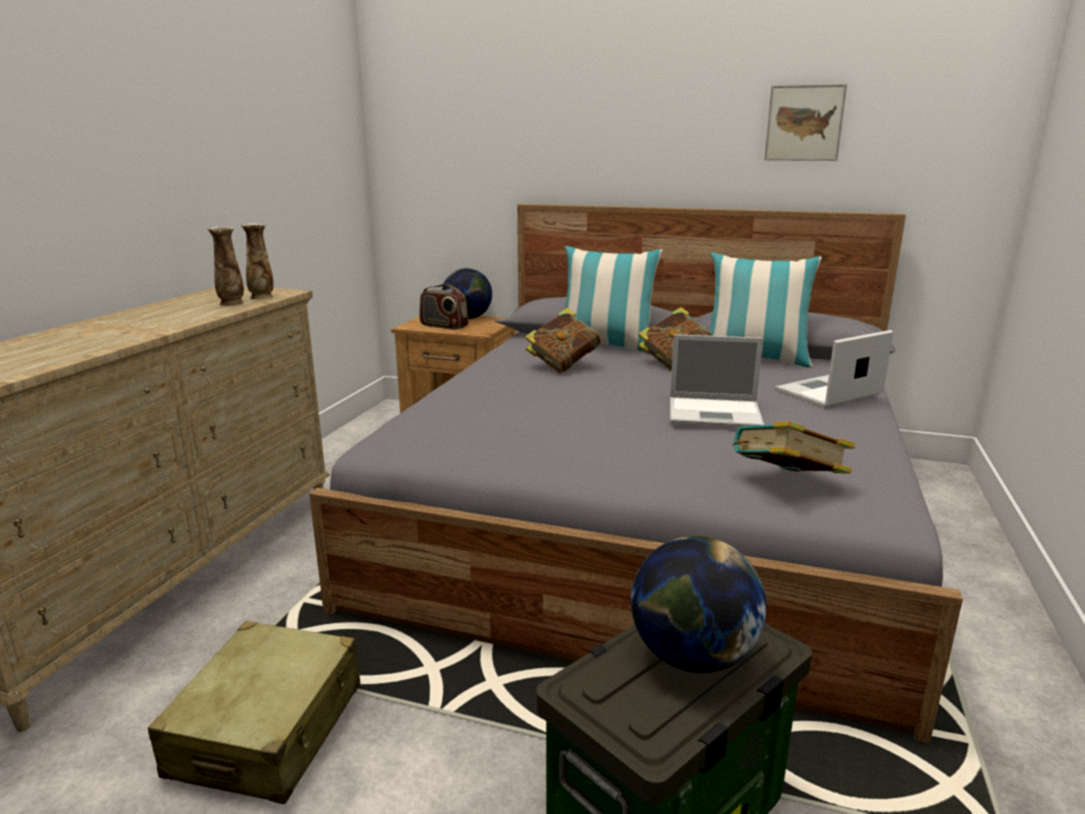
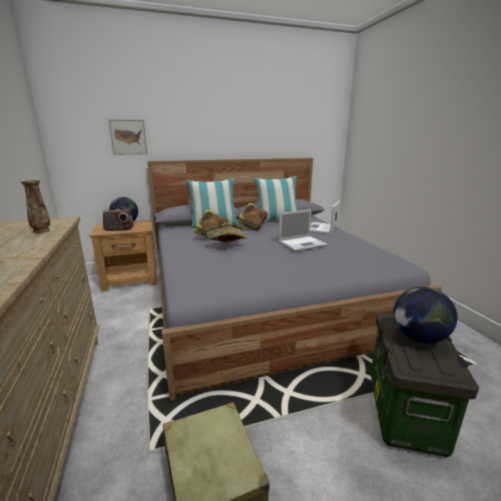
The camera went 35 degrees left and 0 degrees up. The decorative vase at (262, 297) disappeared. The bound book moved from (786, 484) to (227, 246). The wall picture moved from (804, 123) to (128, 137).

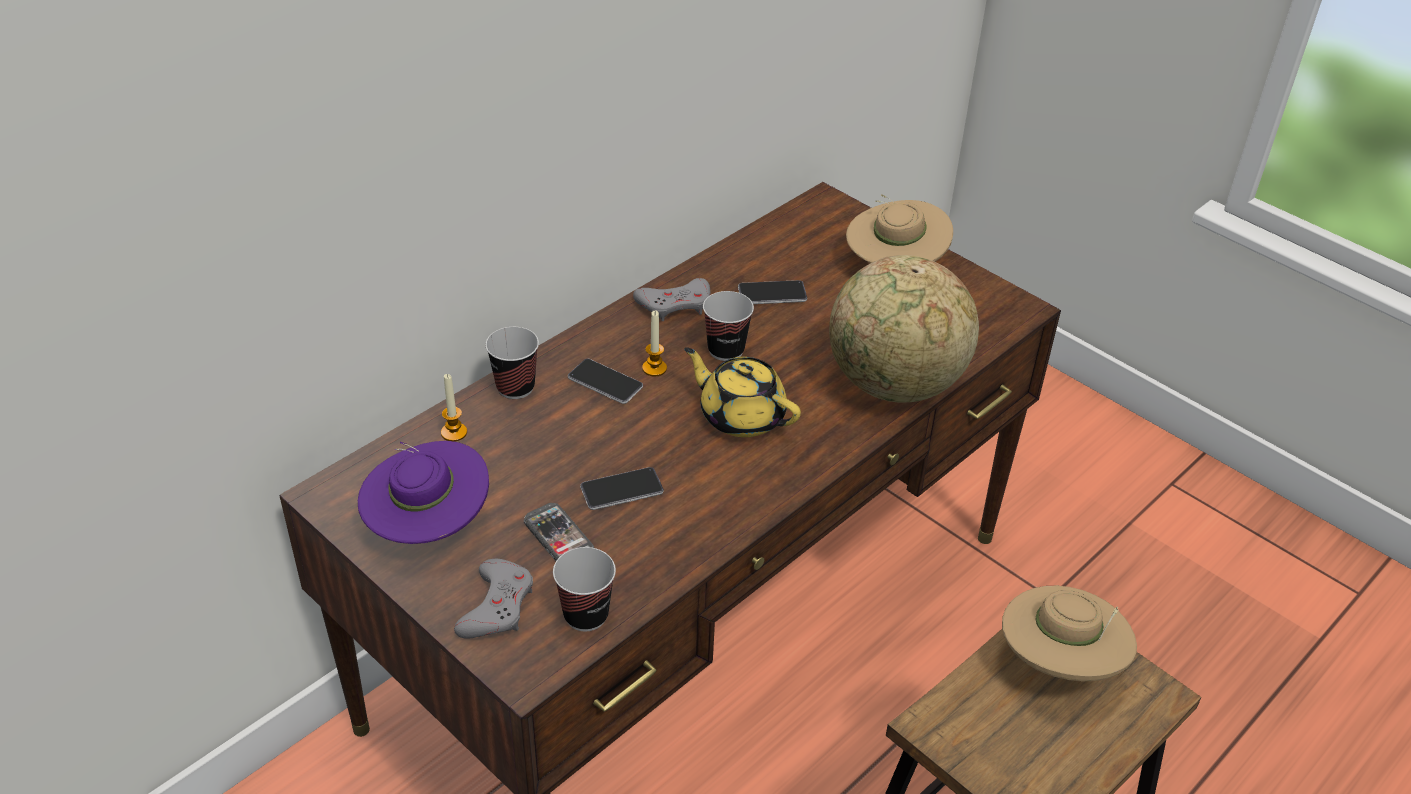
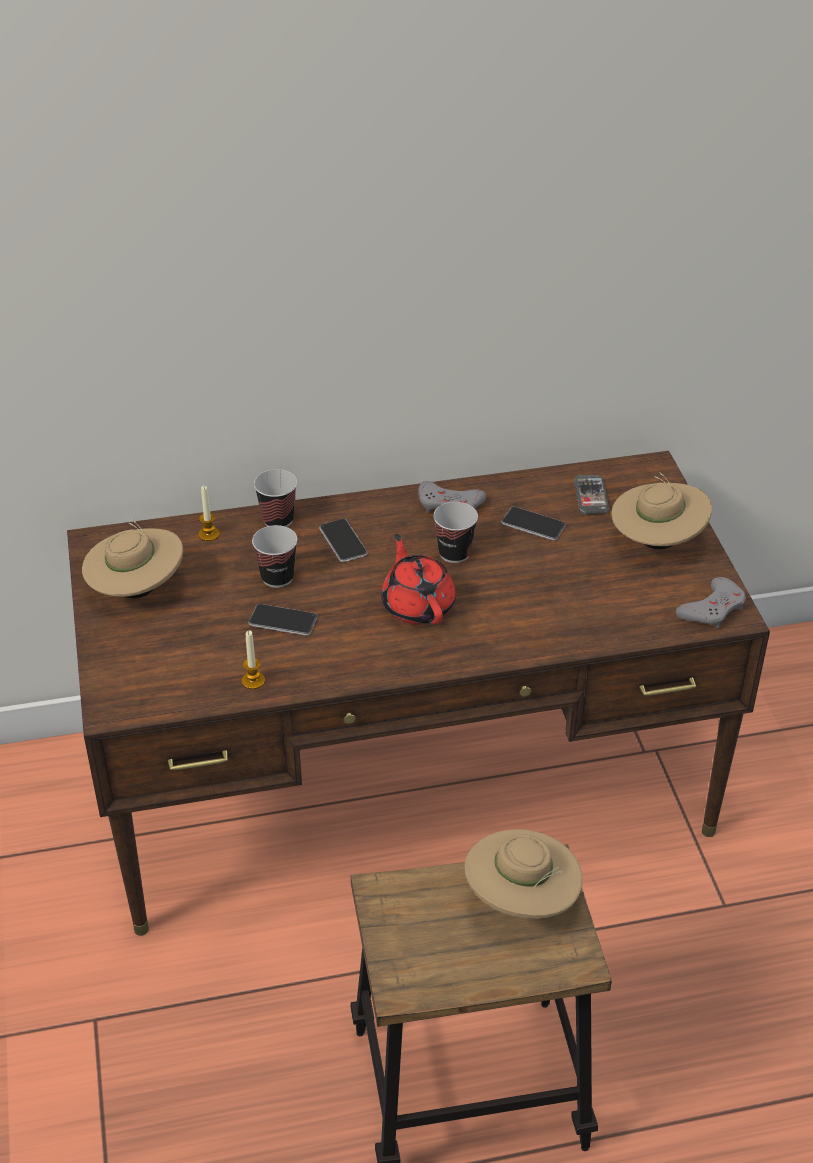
The camera went 35 degrees right and 0 degrees up. The hat (purplish) at (428, 526) became the hat (beige) at (137, 589). The gamepad (grey) moved from (497, 606) to (712, 609). The handset moved from (558, 536) to (591, 496). The small cup moved from (586, 615) to (277, 577). The candle moved from (654, 368) to (253, 681). The teapot (yellow) at (740, 415) became the teapot (red) at (418, 605). The world globe at (894, 385) disappeared.

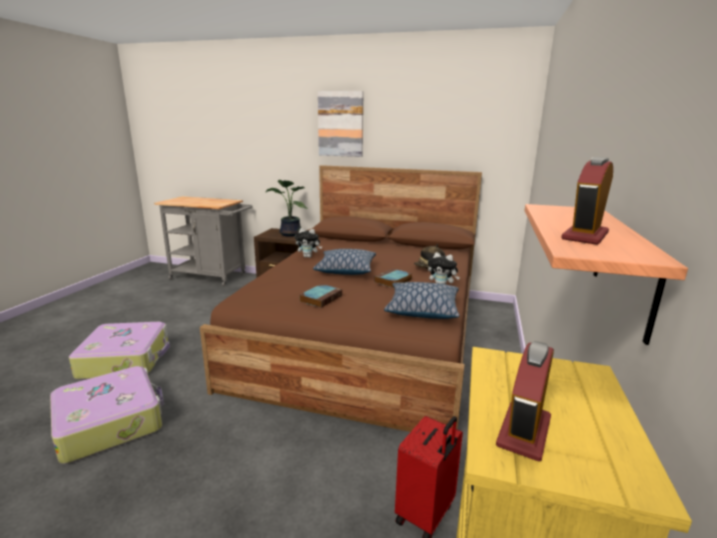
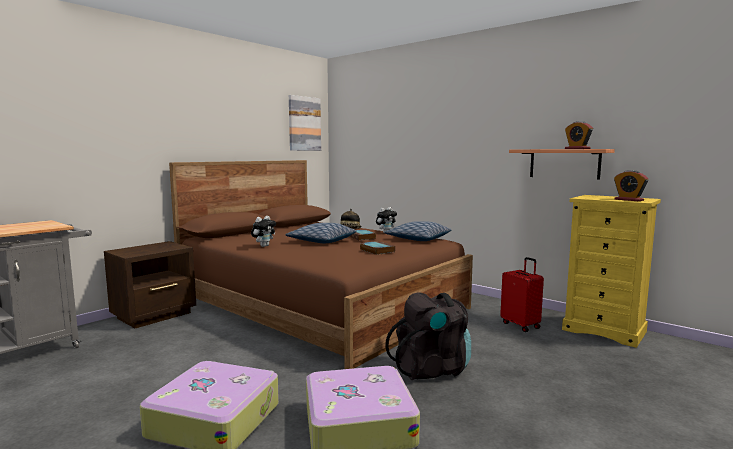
The camera went 65 degrees left and 10 degrees down. The houseplant at (289, 234) disappeared. The wall picture moved from (340, 124) to (304, 124). The rucksack (black-coloured) at (431, 368) appeared.

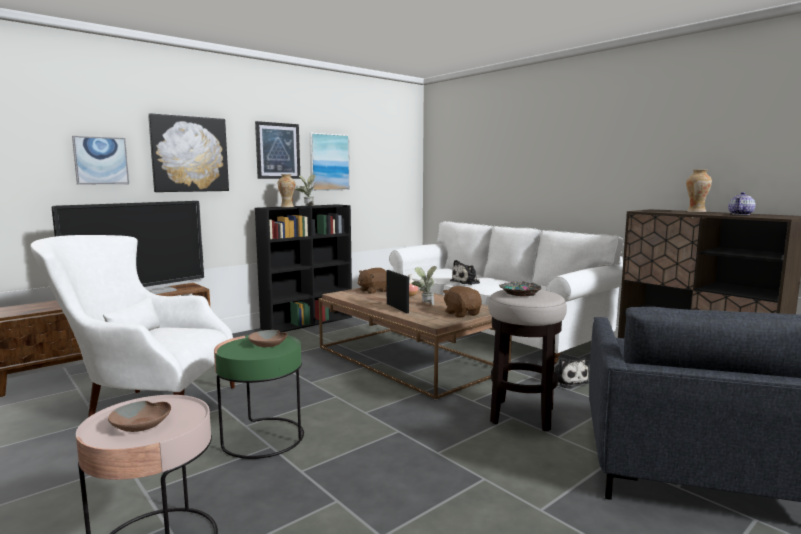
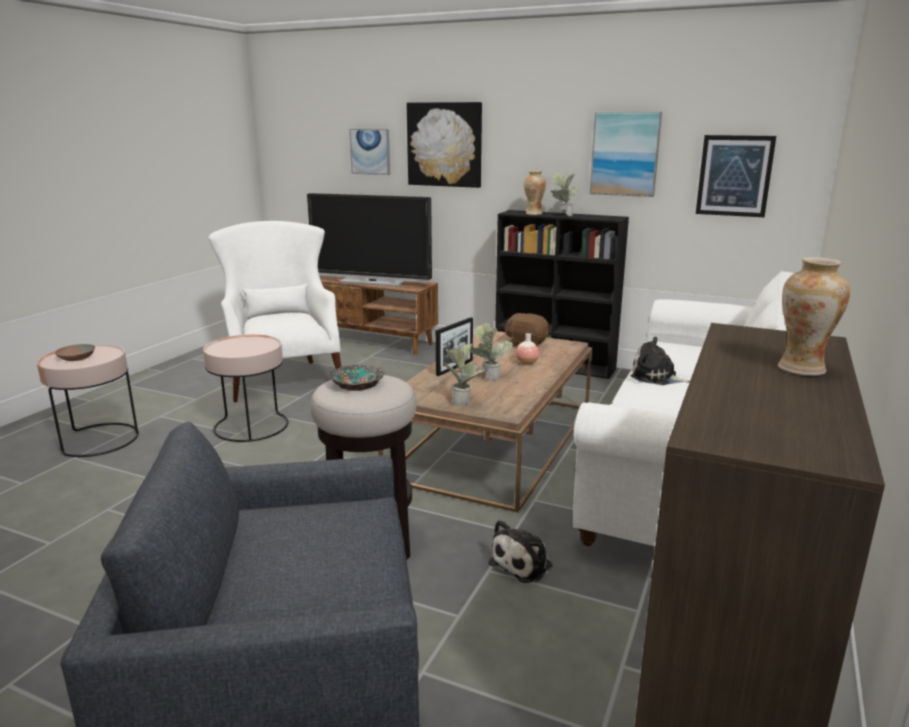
The camera went 65 degrees right and 10 degrees up. The side table (green) at (262, 438) became the side table (pink) at (251, 426). The serving bowl (brown) at (268, 344) disappeared. The wall picture moved from (277, 151) to (734, 176). The soft toy (brown) at (462, 314) was replaced by the houseplant at (463, 401). The teapot at (741, 214) disappeared.

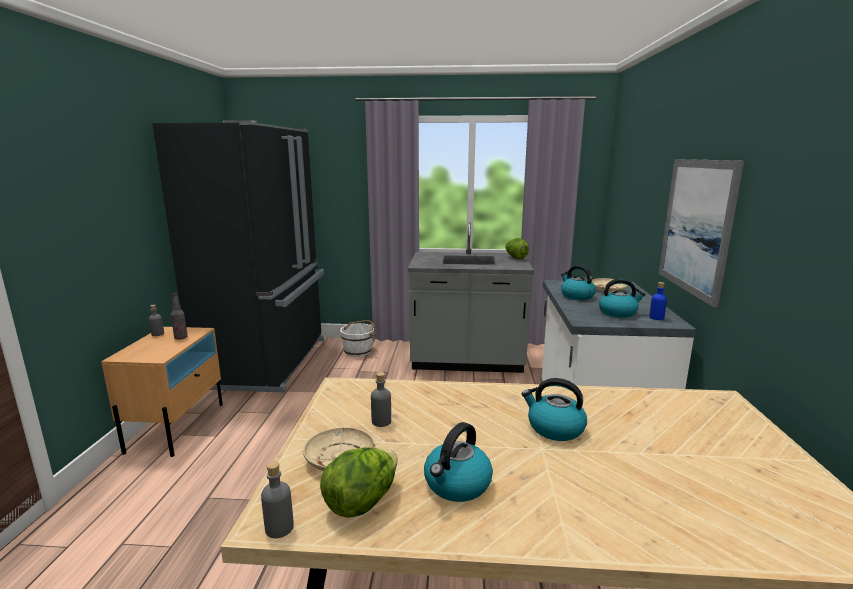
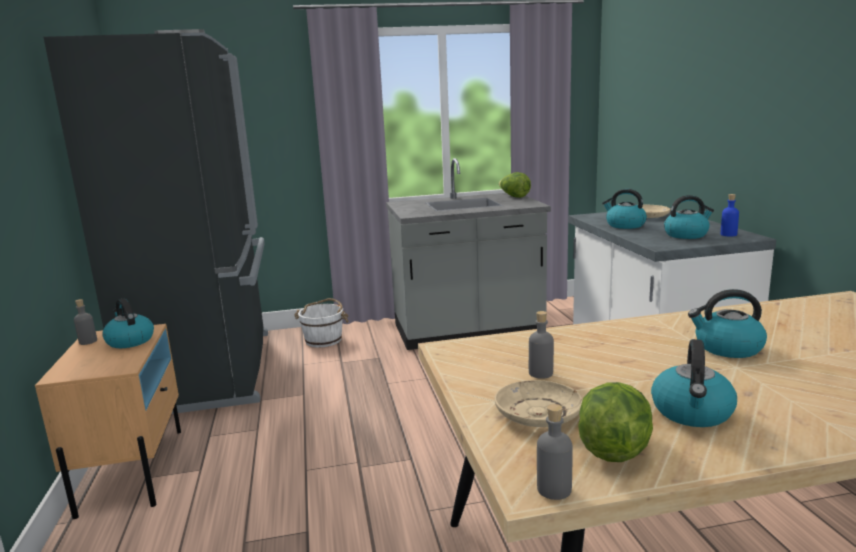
The camera went 15 degrees left and 0 degrees up. The beverage bottle at (181, 338) was replaced by the tea kettle at (129, 341). The wall picture at (696, 226) disappeared.

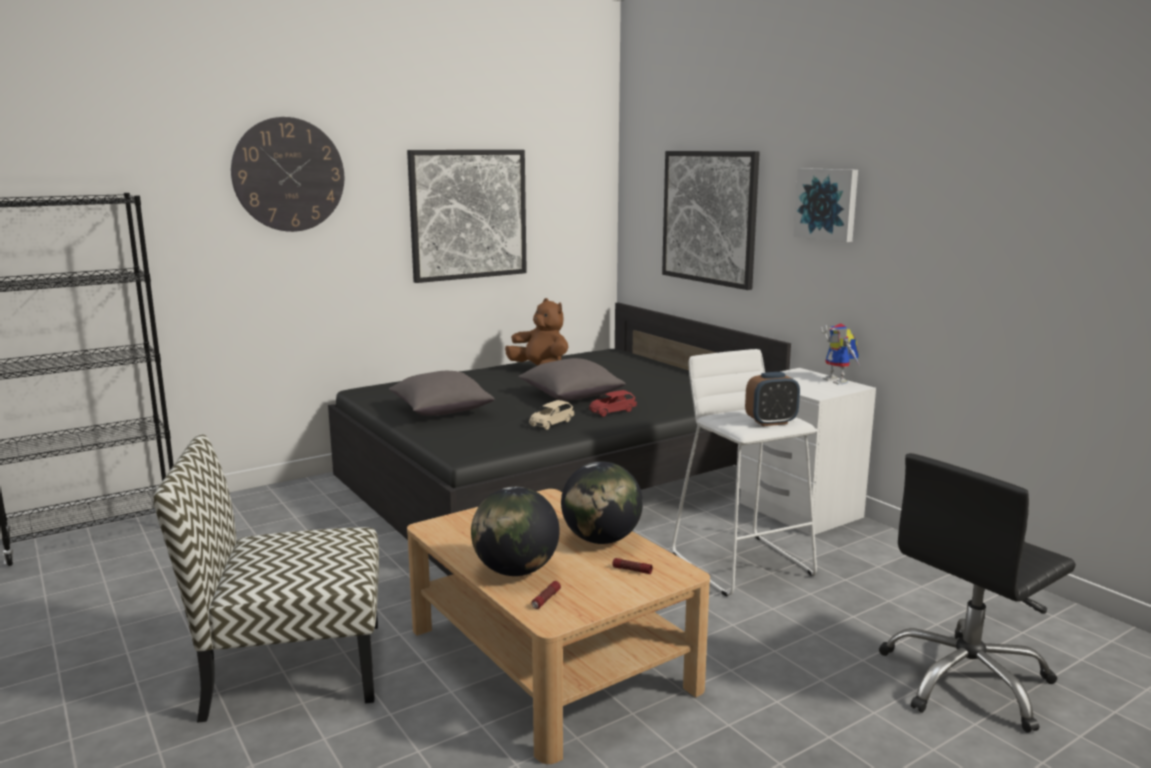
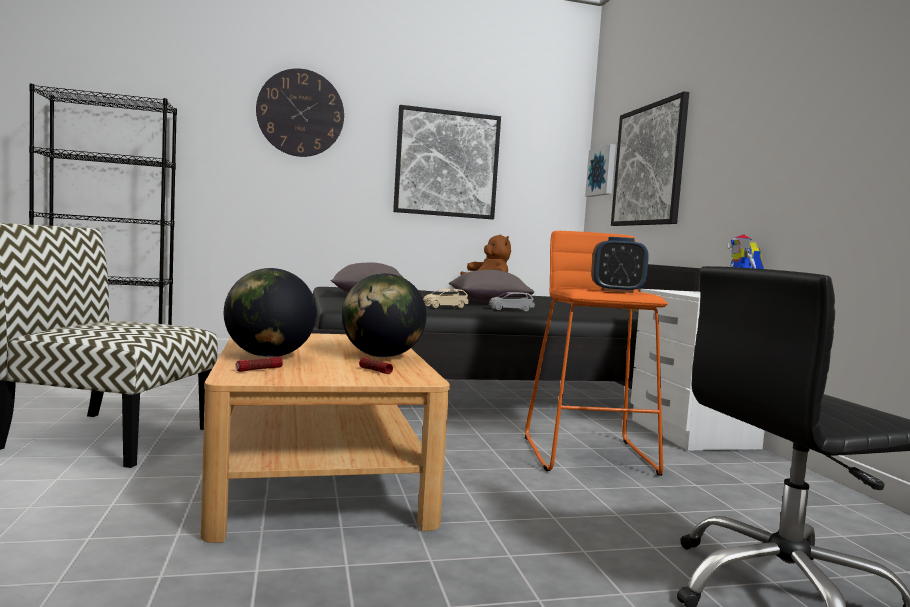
The camera went 20 degrees right and 10 degrees down. The miniature car (red) at (612, 412) became the miniature car (grey) at (510, 310). The stool (white) at (743, 564) became the stool (orangey) at (590, 455). The wall picture moved from (827, 204) to (602, 171).

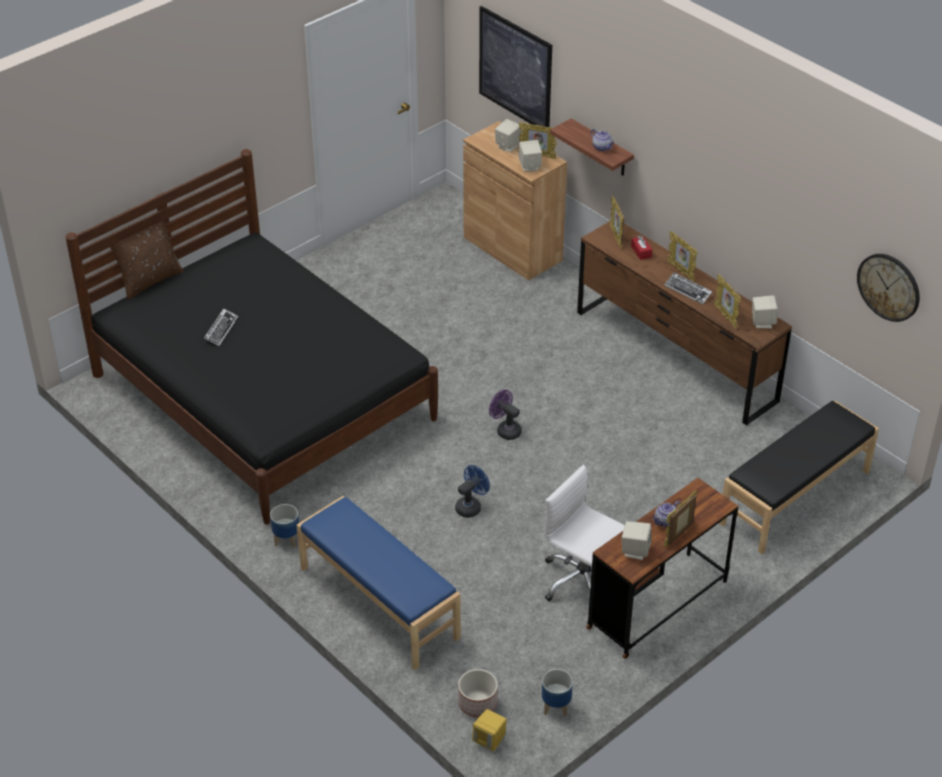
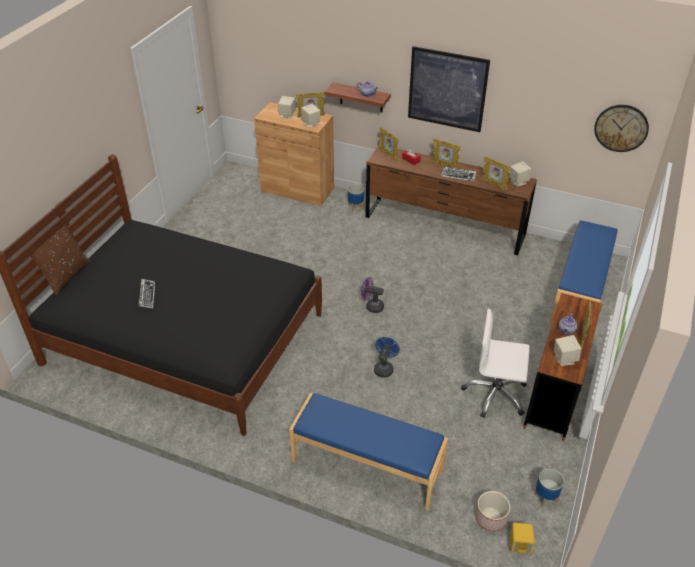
The camera went 25 degrees left and 0 degrees up. The planter moved from (286, 539) to (355, 207). The wall picture moved from (515, 69) to (447, 89). The bench (black-coloured) at (795, 498) became the bench (bluish) at (581, 291).

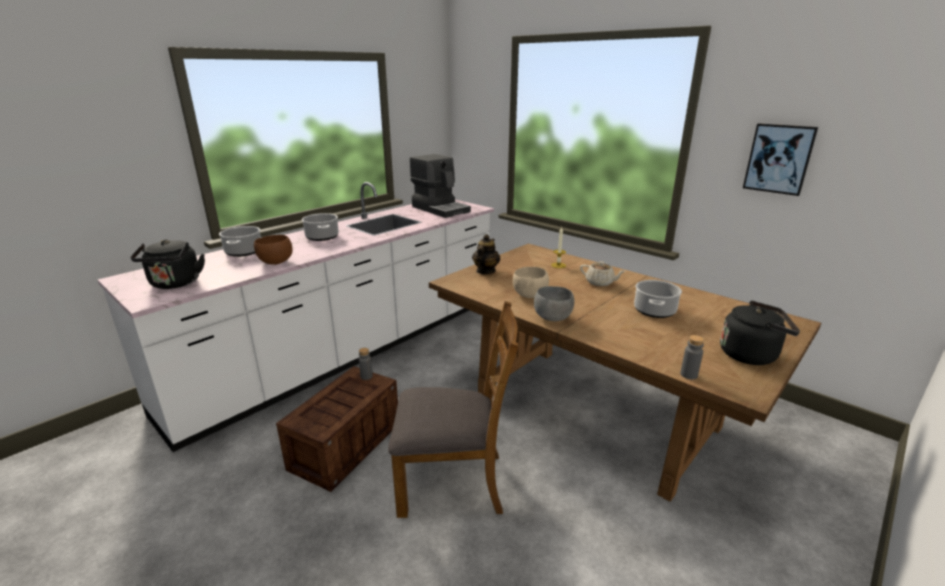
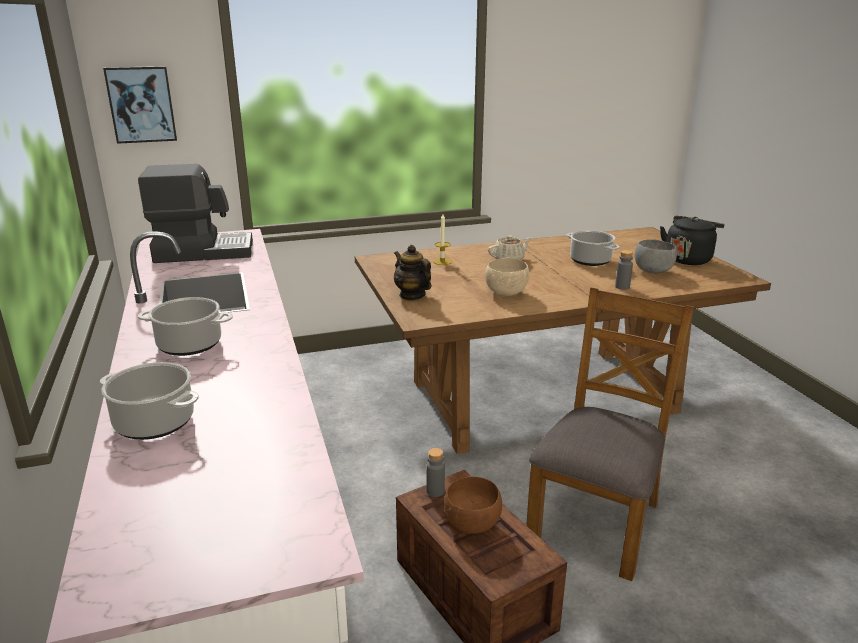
The camera went 60 degrees left and 0 degrees up. The tea kettle (black-coloured) at (175, 284) disappeared. The serving bowl (brown) moved from (275, 263) to (472, 525). The serving bowl (grey) moved from (553, 318) to (652, 271). The beverage bottle (grey) moved from (688, 375) to (622, 287). The wall picture moved from (779, 159) to (141, 104).

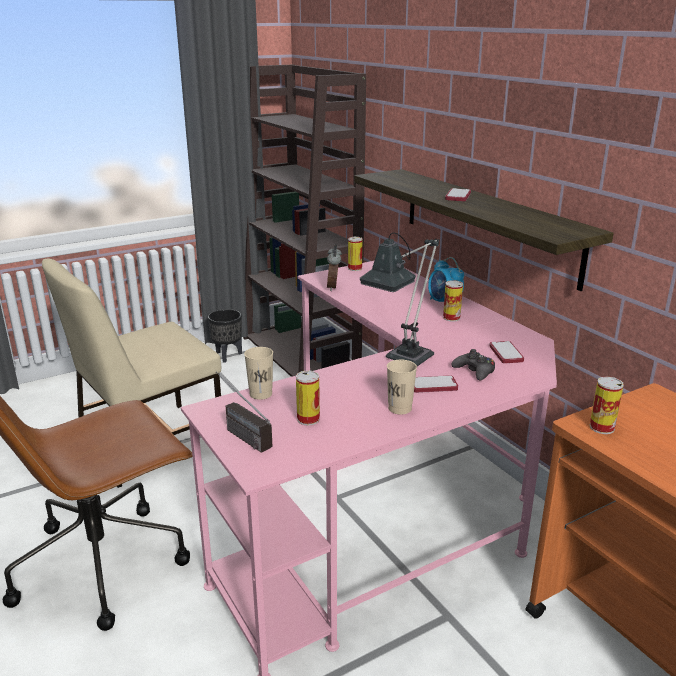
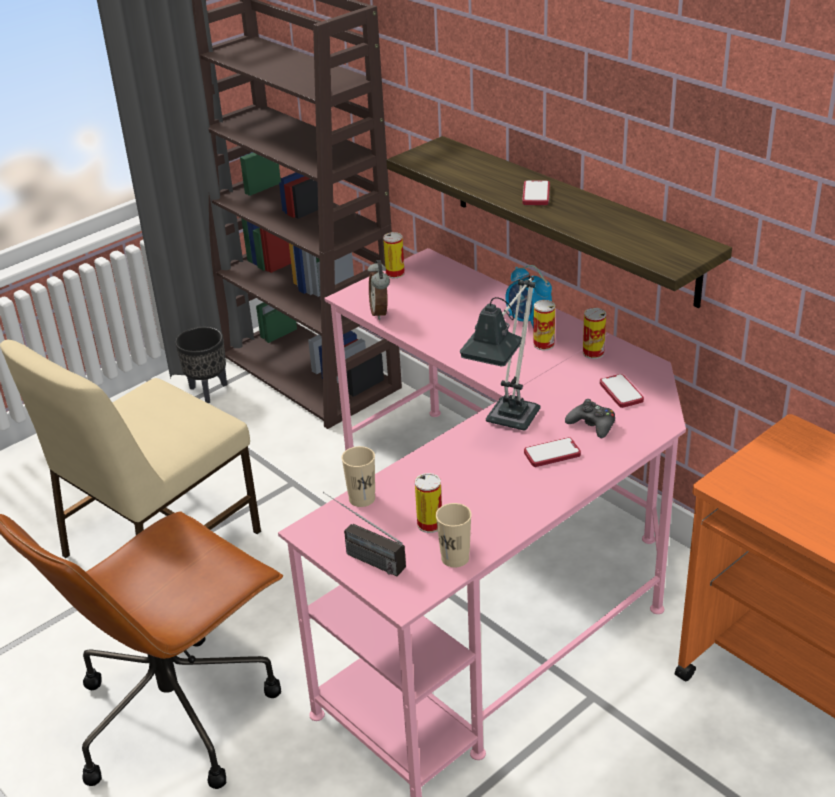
The camera went 10 degrees left and 10 degrees up. The small cup (beige) moved from (400, 408) to (455, 558). The can moved from (602, 427) to (593, 353).

